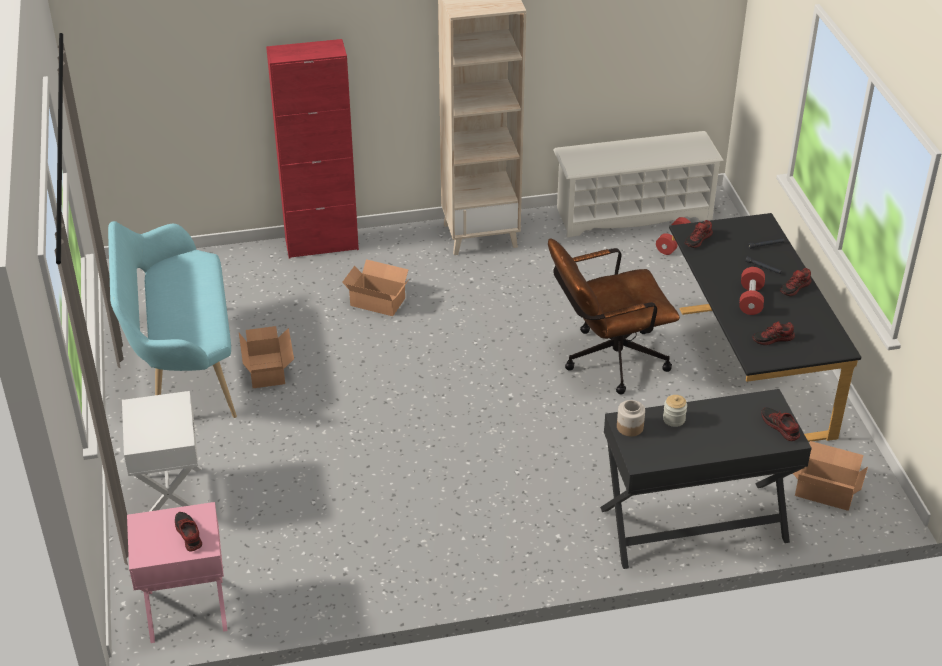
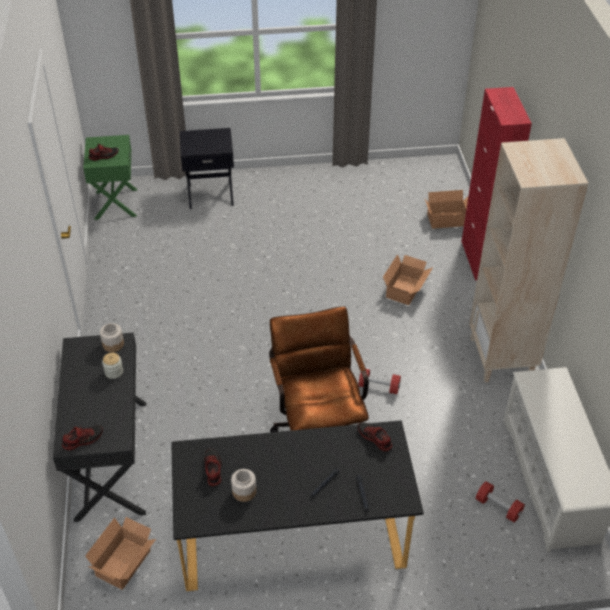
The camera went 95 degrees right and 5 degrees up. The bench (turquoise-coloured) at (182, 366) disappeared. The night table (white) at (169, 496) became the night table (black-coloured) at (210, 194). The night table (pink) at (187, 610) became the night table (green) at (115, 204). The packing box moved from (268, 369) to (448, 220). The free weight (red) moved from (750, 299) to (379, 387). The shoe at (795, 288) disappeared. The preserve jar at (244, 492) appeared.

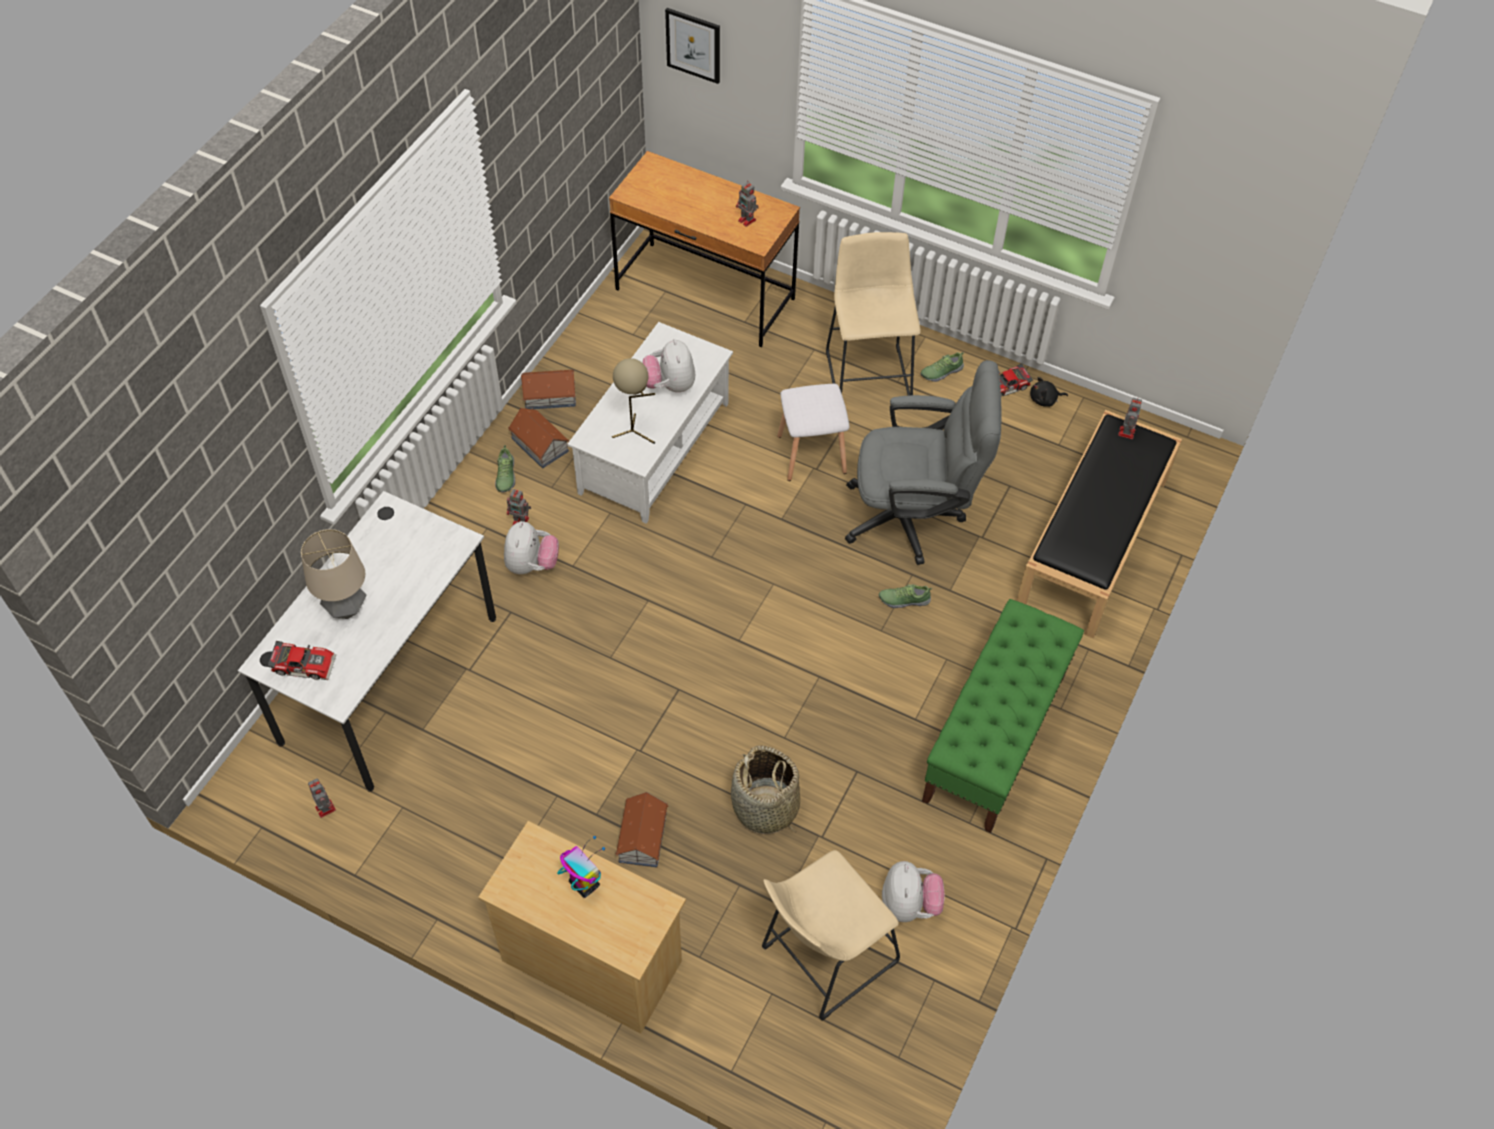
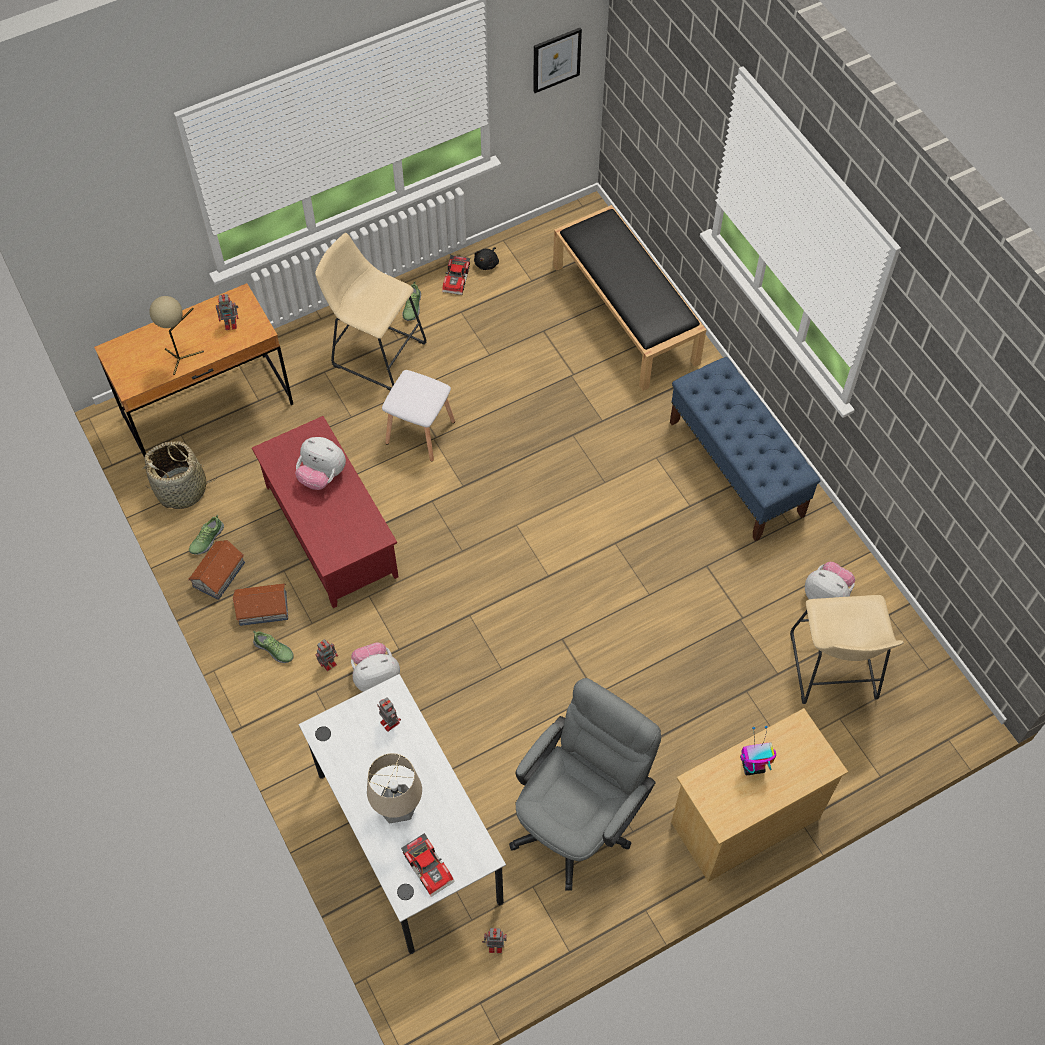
The camera went 55 degrees left and 5 degrees up. The miniature car at (304, 663) turned 105 degrees clockwise. The soft toy at (532, 564) turned 60 degrees counterclockwise. The coffee table (white) at (653, 447) became the coffee table (red) at (329, 531). The lamp for a table (beige) moved from (635, 432) to (182, 358). The model house at (642, 838) disappeared. The wall picture moved from (693, 45) to (556, 59). The storage basket moved from (765, 807) to (182, 489). The desk chair (grey) moved from (914, 517) to (579, 818). The shoe moved from (904, 599) to (206, 539). The bench (green) at (994, 738) became the bench (bluish) at (736, 468). The robot figure moved from (1126, 432) to (389, 721).

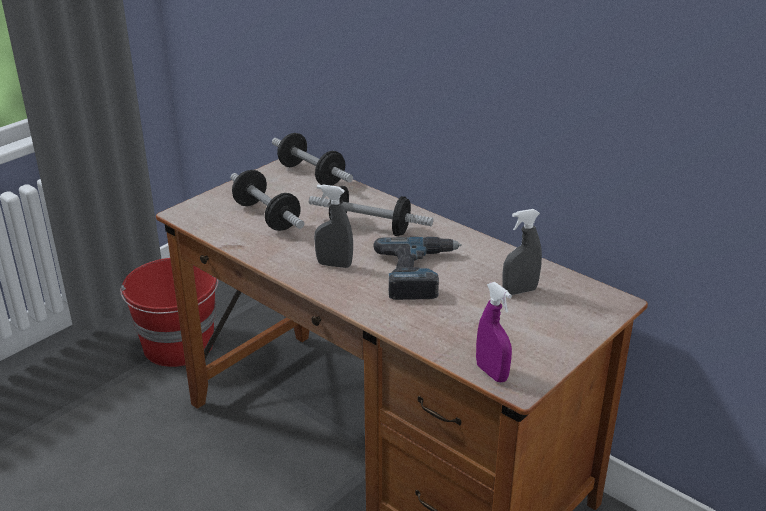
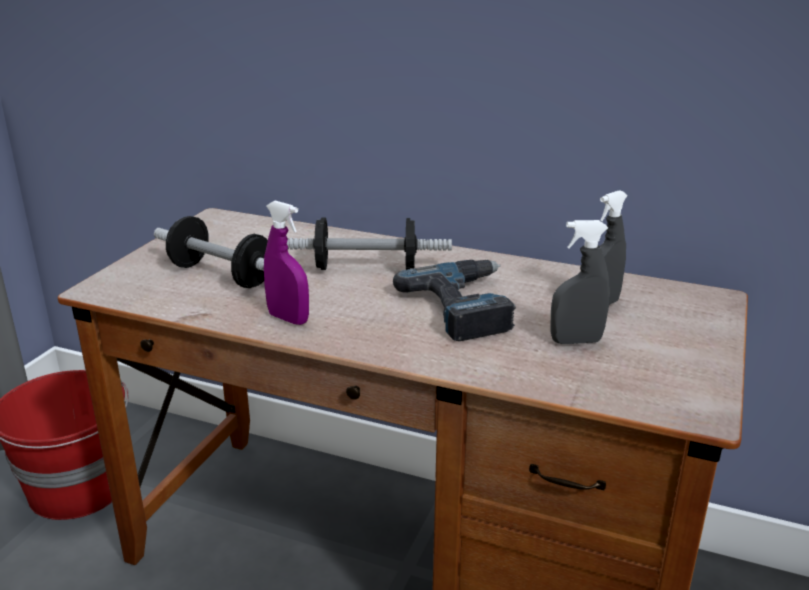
The camera went 20 degrees left and 5 degrees down. The free weight at (311, 175) disappeared. The sprayer (grey) moved from (334, 264) to (576, 341). The sprayer (purplish) moved from (491, 373) to (288, 319).

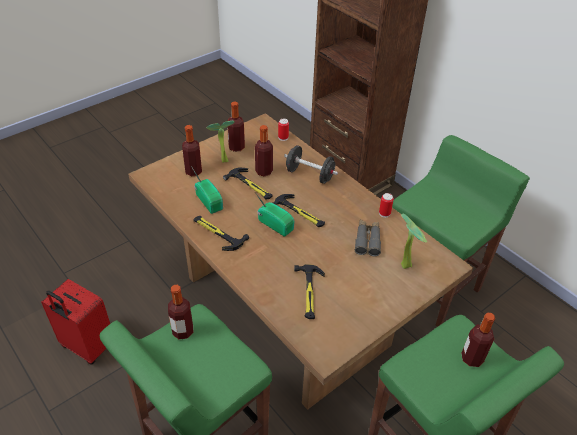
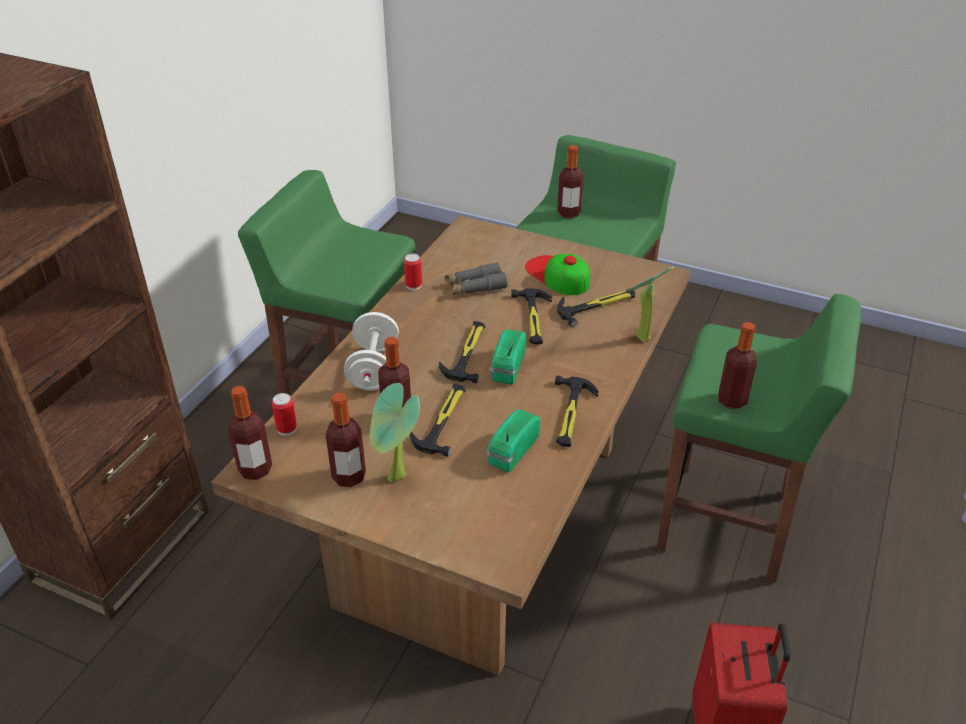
The camera went 115 degrees left and 5 degrees down. The beverage bottle moved from (193, 171) to (255, 469). The free weight (black-coloured) at (310, 175) became the free weight (white) at (373, 368). The houseplant moved from (406, 264) to (639, 338). The tool hammer at (533, 319) appeared. The cap at (557, 275) appeared.

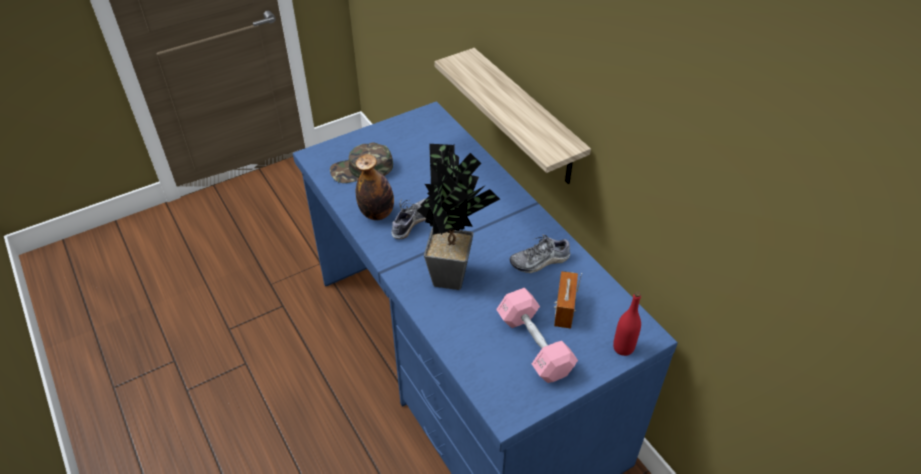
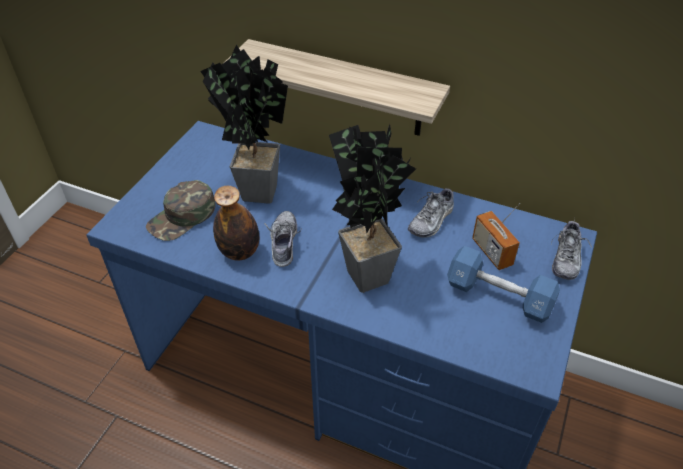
The camera went 35 degrees left and 0 degrees up. The free weight (pink) at (534, 345) became the free weight (bluish) at (498, 296). The beverage bottle (red) at (623, 348) was replaced by the shoe at (566, 258). The houseplant at (254, 190) appeared.

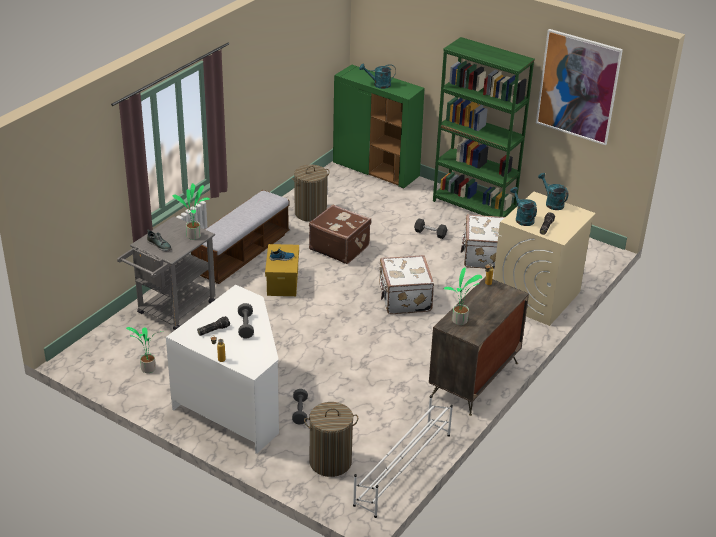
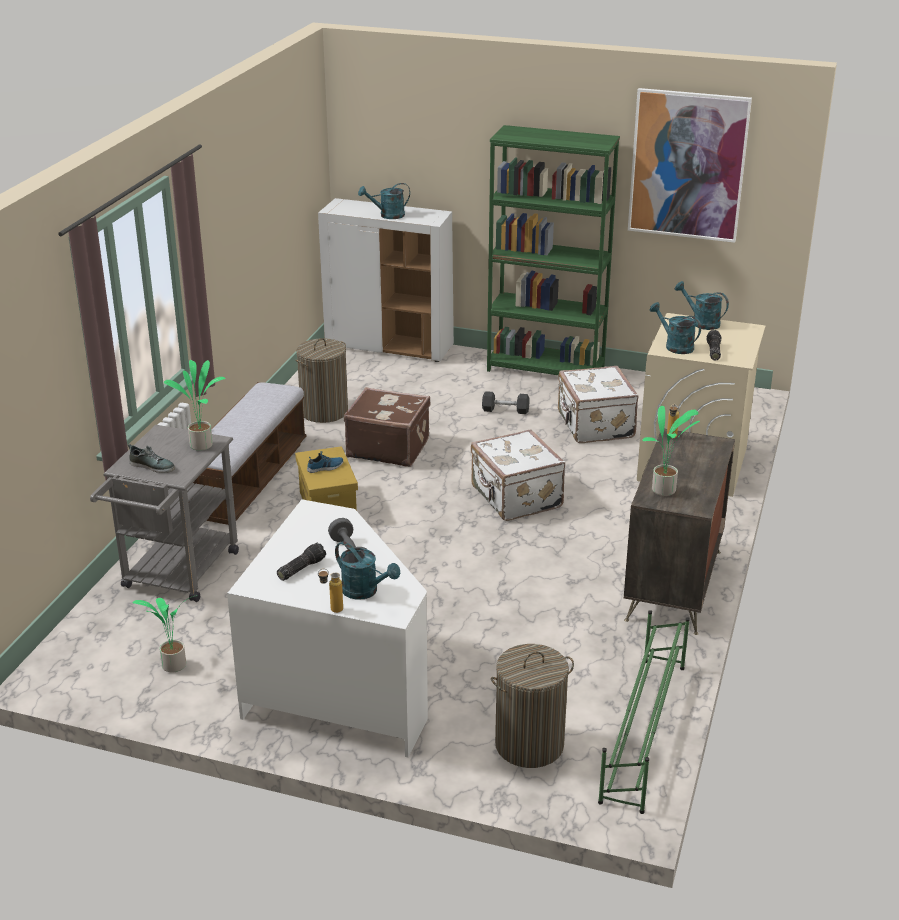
The camera went 15 degrees left and 5 degrees down. The free weight (grey) at (300, 411) disappeared. The cabinet (green) at (376, 170) became the cabinet (white) at (390, 346). The shoe stand (white) at (402, 469) became the shoe stand (green) at (643, 732). The sprinkling can (turquoise-coloured) at (365, 591) appeared.

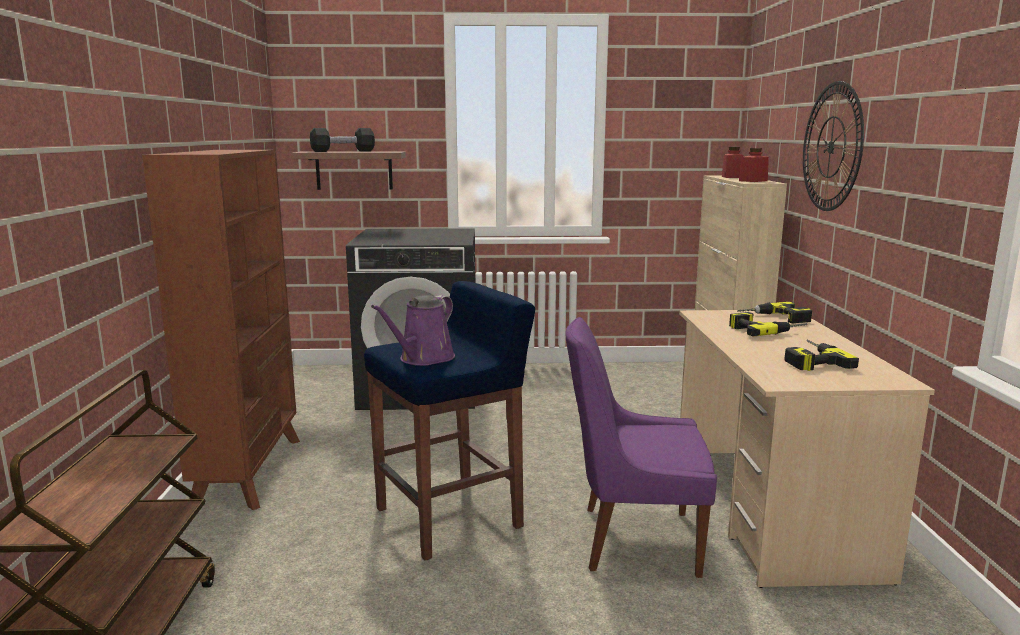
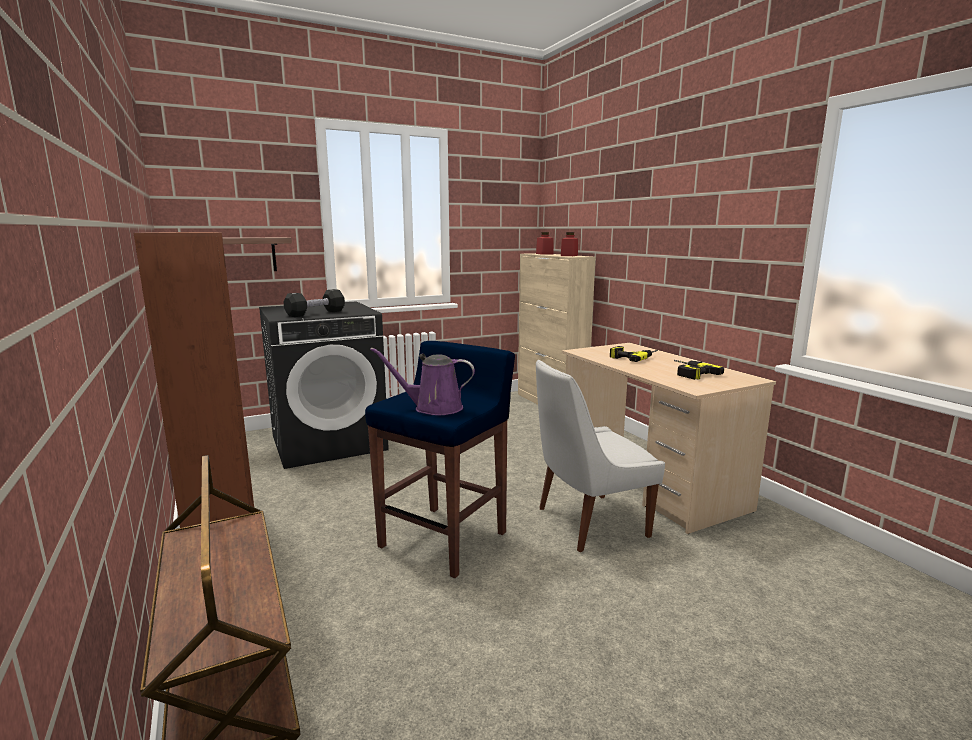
The camera went 25 degrees left and 0 degrees up. The free weight (black-coloured) moved from (343, 151) to (316, 313). The sprinkling can (purplish) at (423, 359) turned 90 degrees clockwise. The plain chair (purplish) at (633, 540) became the plain chair (white) at (587, 523). The power drill at (775, 318) disappeared. The clock on the wall at (831, 147) disappeared.

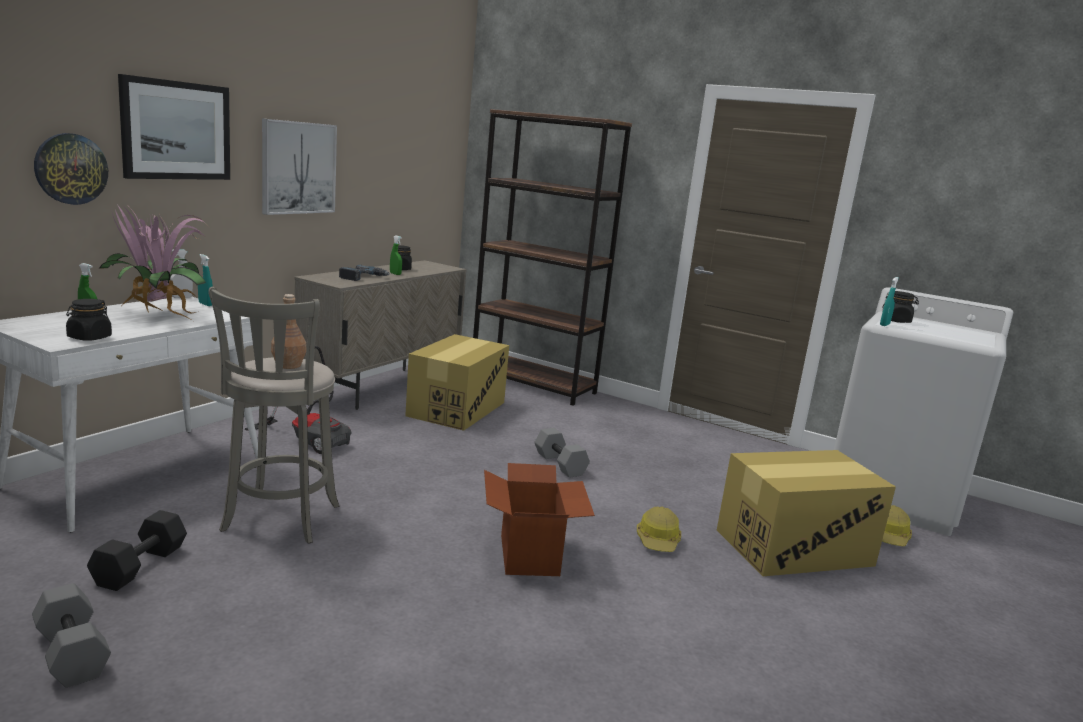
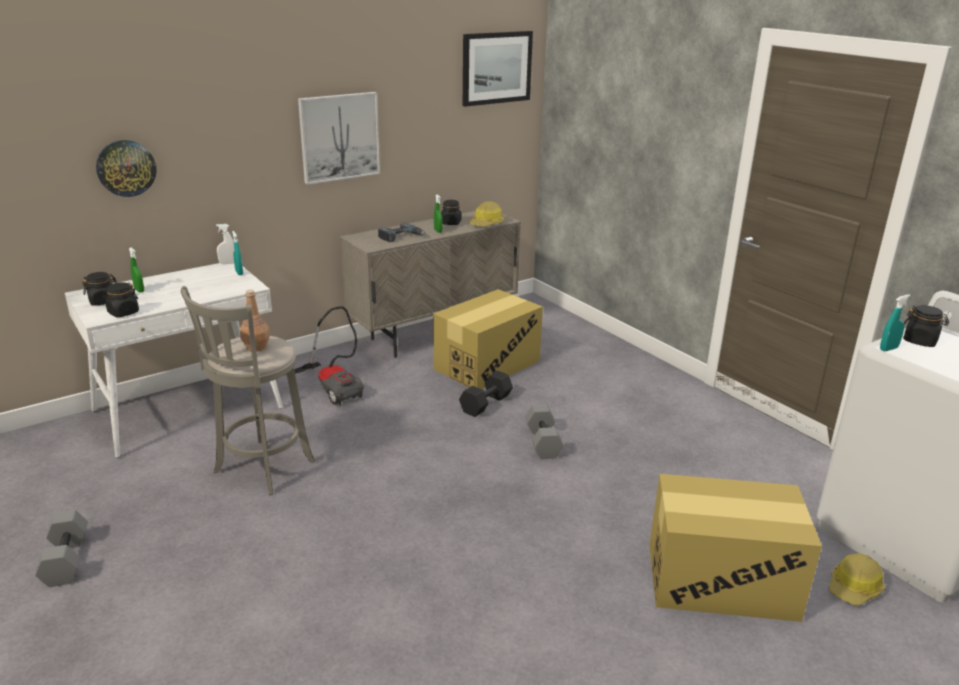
The camera went 25 degrees right and 10 degrees up. The free weight (black-coloured) moved from (139, 565) to (485, 403). The houseplant at (158, 314) disappeared. The wall picture moved from (176, 130) to (496, 68). The bookcase (brown) at (533, 384) disappeared. The packing box at (530, 555) disappeared. The safety helmet moved from (658, 541) to (486, 224). The preserve jar (black-coloured) at (103, 301) appeared.

